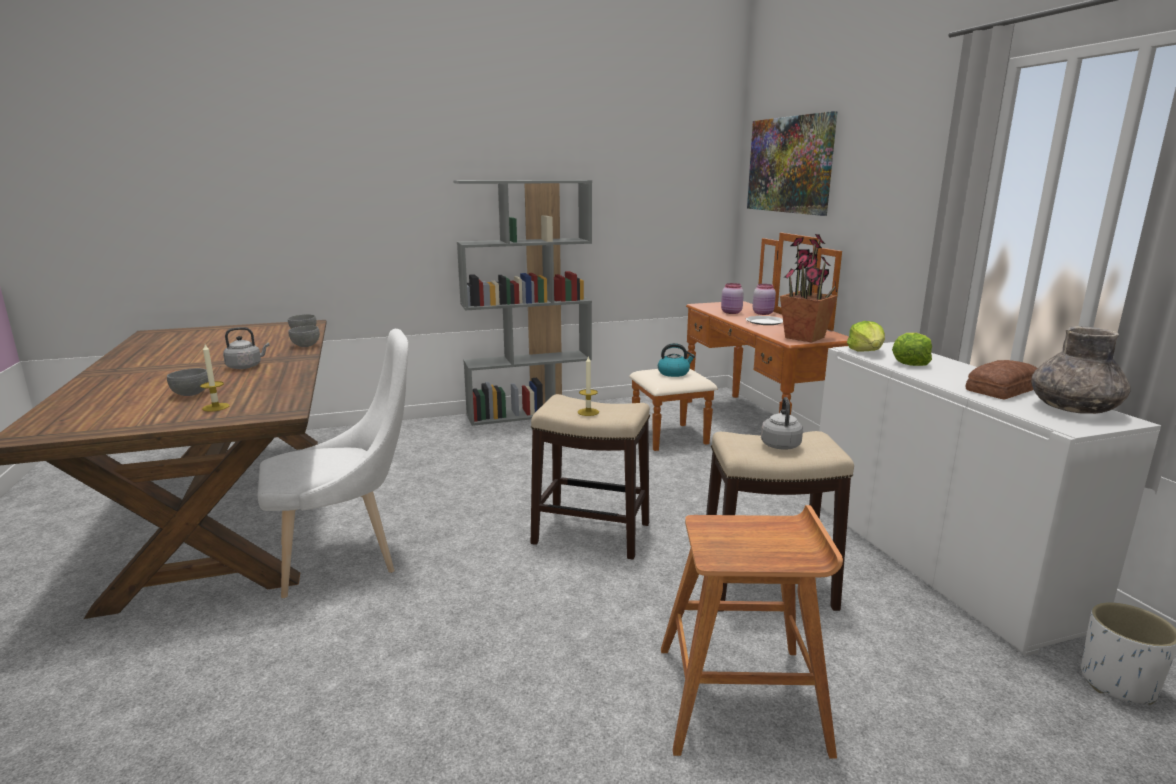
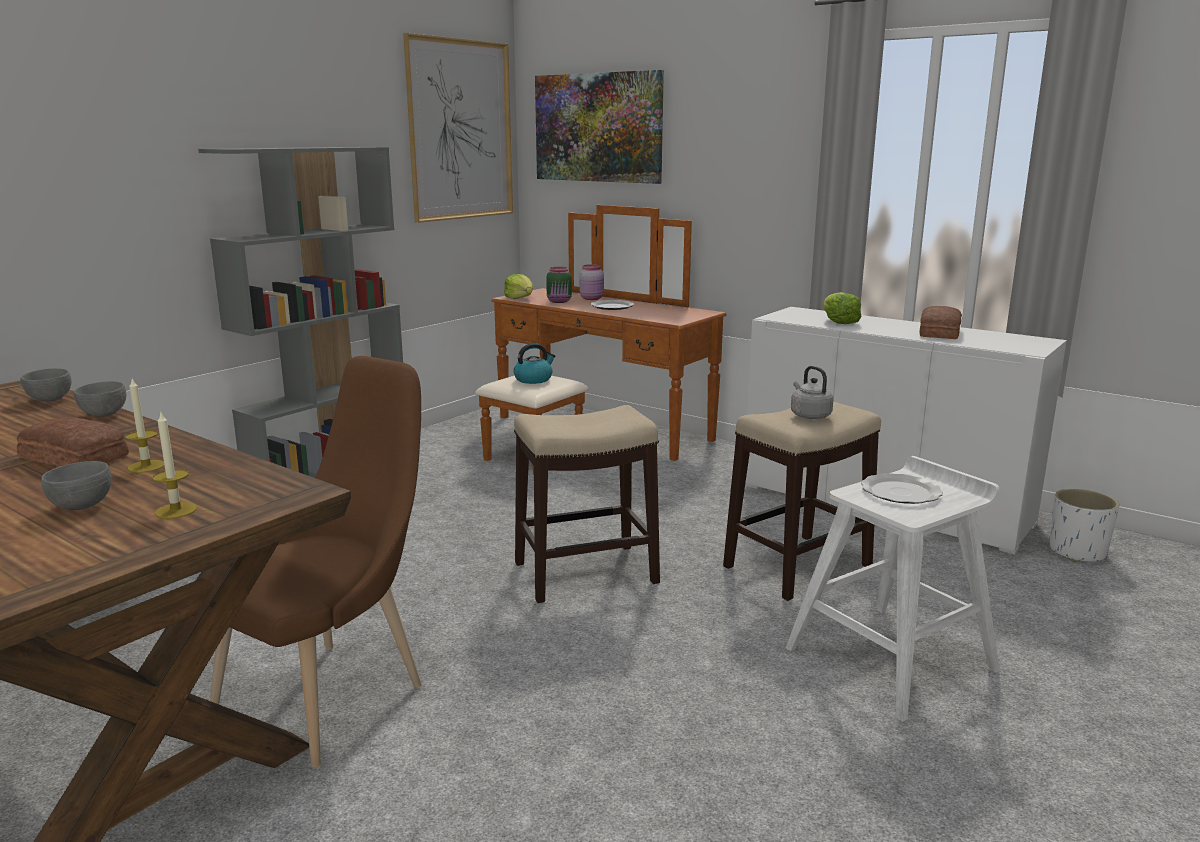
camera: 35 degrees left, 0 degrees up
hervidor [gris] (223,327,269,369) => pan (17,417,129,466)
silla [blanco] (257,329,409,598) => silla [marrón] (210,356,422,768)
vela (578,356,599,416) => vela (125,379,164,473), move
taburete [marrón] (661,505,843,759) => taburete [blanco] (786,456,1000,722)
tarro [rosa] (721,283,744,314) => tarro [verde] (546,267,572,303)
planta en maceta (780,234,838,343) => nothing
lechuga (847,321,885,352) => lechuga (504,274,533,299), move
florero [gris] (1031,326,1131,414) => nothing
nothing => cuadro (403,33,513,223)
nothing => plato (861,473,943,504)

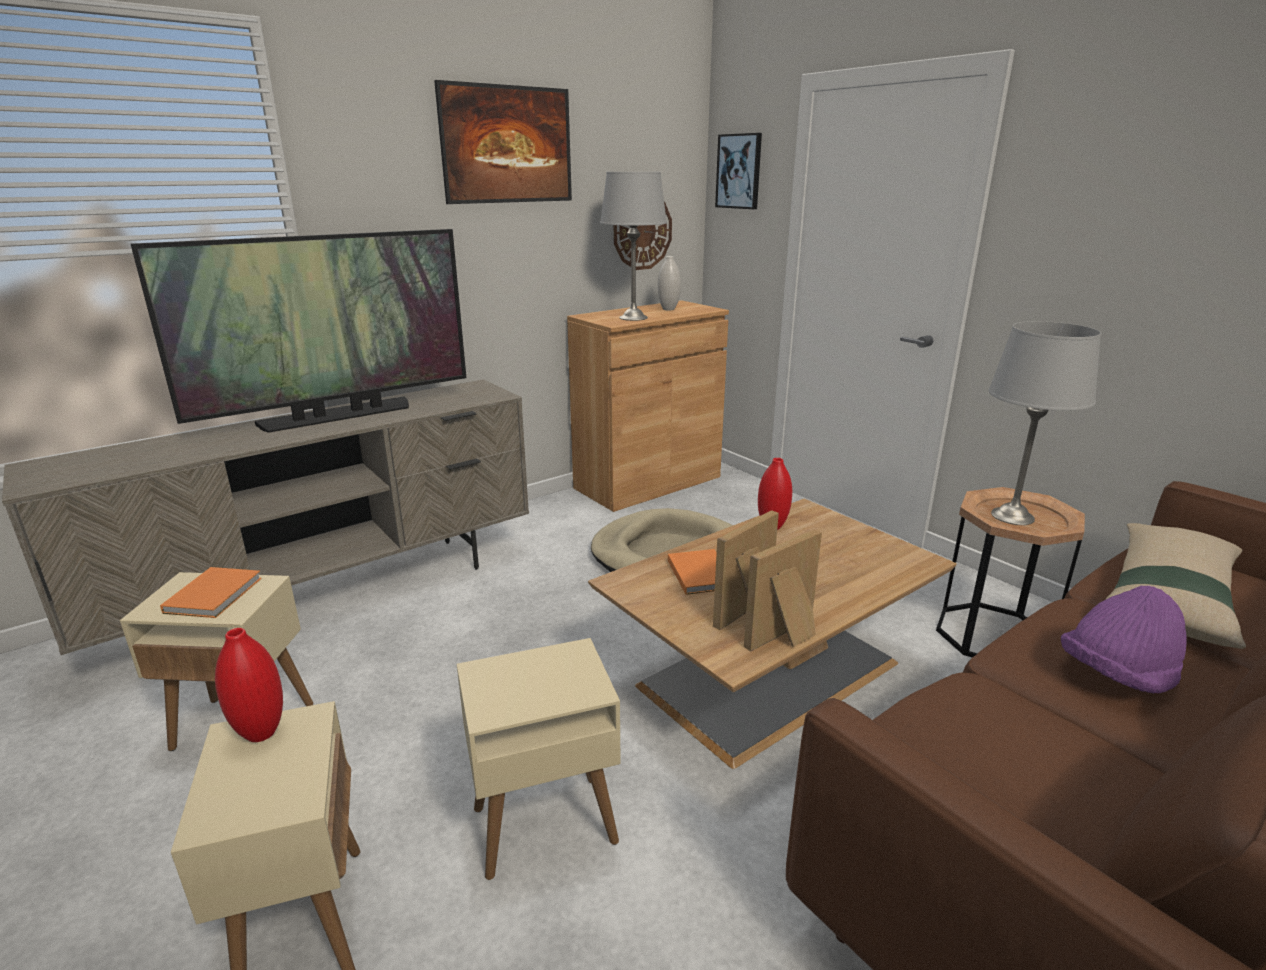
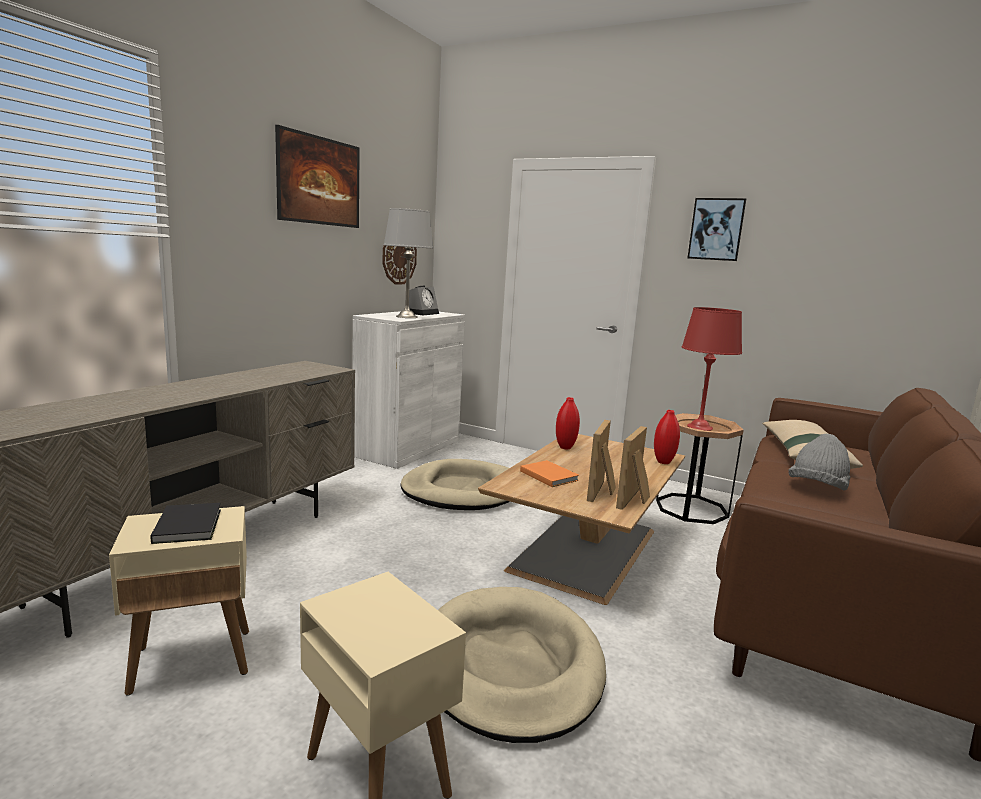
camera: 25 degrees left, 10 degrees down
televisor (131,229,466,433) => nothing
libro [naranja] (160,567,262,618) => libro [negro] (150,503,221,544)
florero [rojo] (215,628,283,742) => florero [rojo] (654,410,680,464), move
mesa auxiliar [beis] (457,638,621,880) => cama para perro [beis] (438,587,606,743)
armario [marrón] (567,300,729,512) => armario [blanco] (352,311,465,469)
florero [blanco] (658,256,681,310) => despertador (409,286,439,316)
cuadro (715,133,762,209) => cuadro (688,198,746,261), move
lámpara de mesa [gris] (988,321,1101,525) => lámpara de mesa [rojo] (682,307,742,431)
sombrero [morado] (1061,586,1187,693) => sombrero [gris] (789,434,850,490)

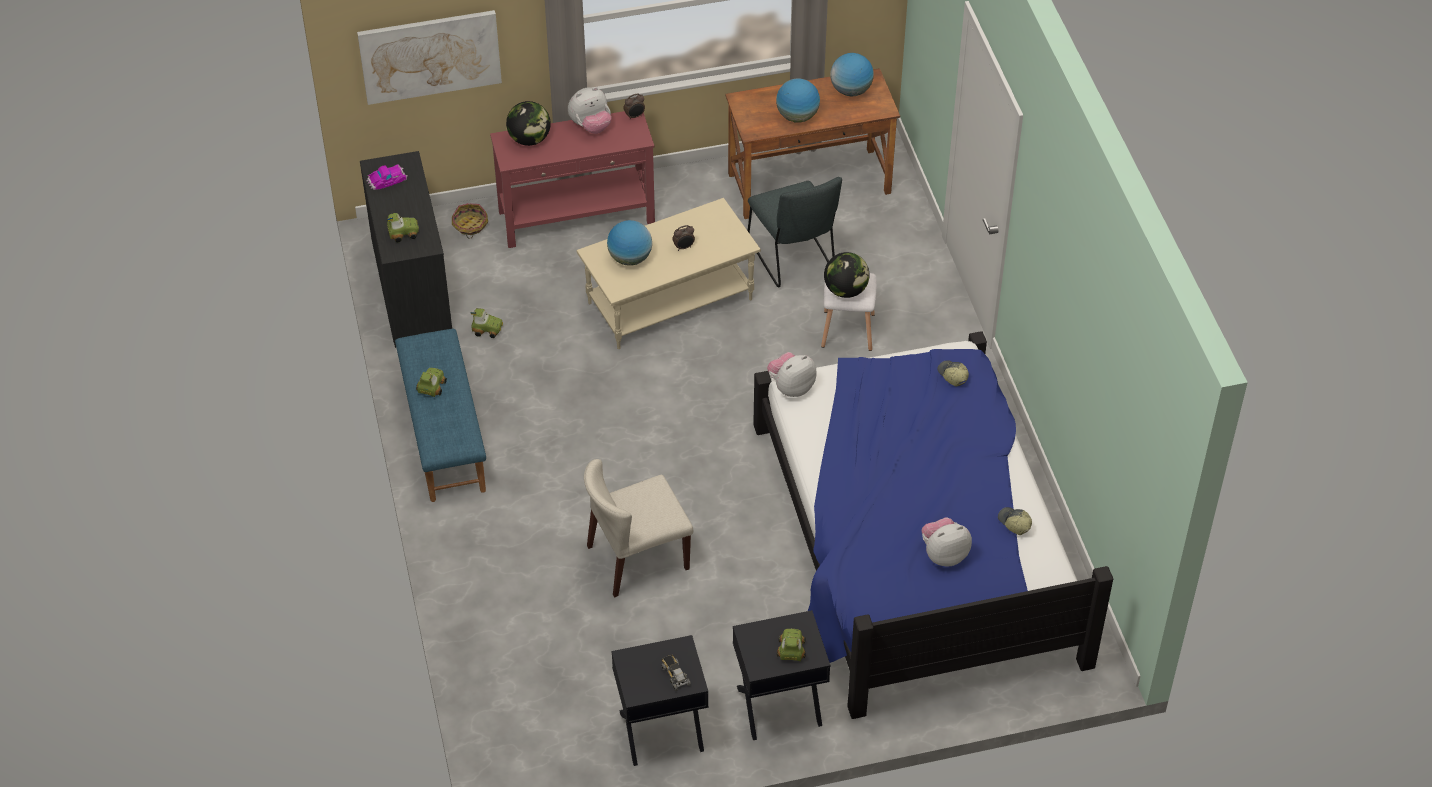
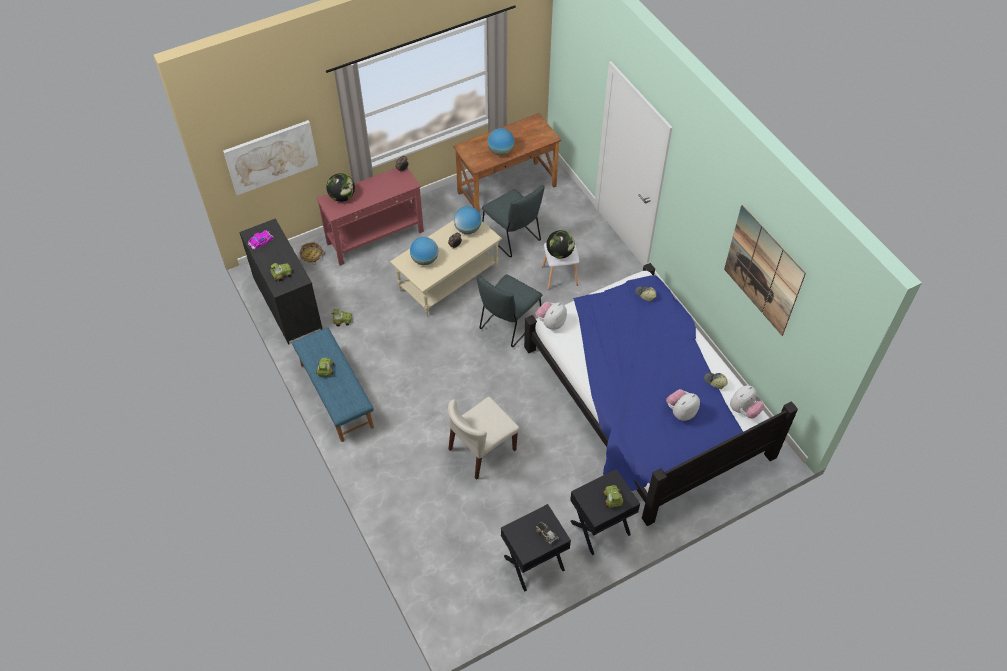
camera: 15 degrees left, 5 degrees up
peluche (568,87,611,134) => peluche (730,385,764,418), move
globo terráqueo (830,53,874,97) => globo terráqueo (454,206,482,234), move
nothing => silla [gris] (477,274,542,347)
nothing => cuadro (724,205,806,336)

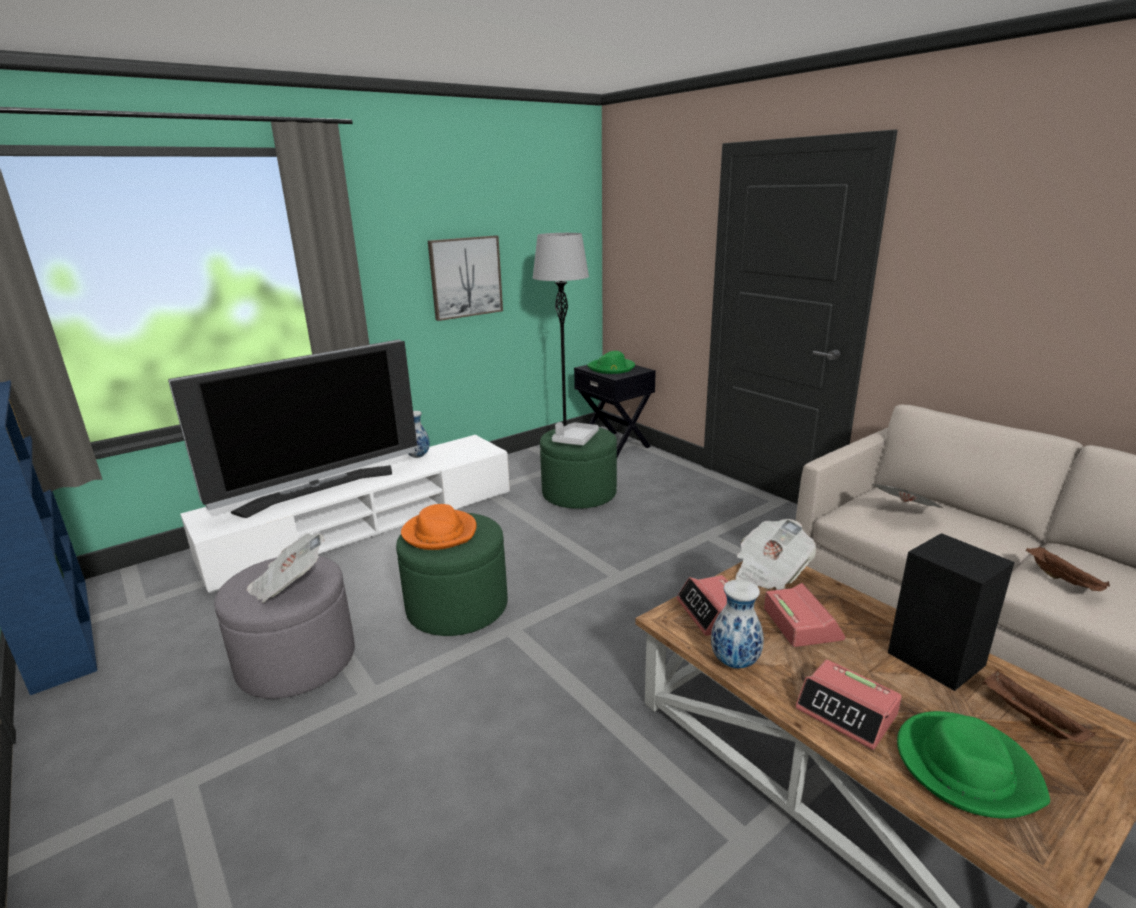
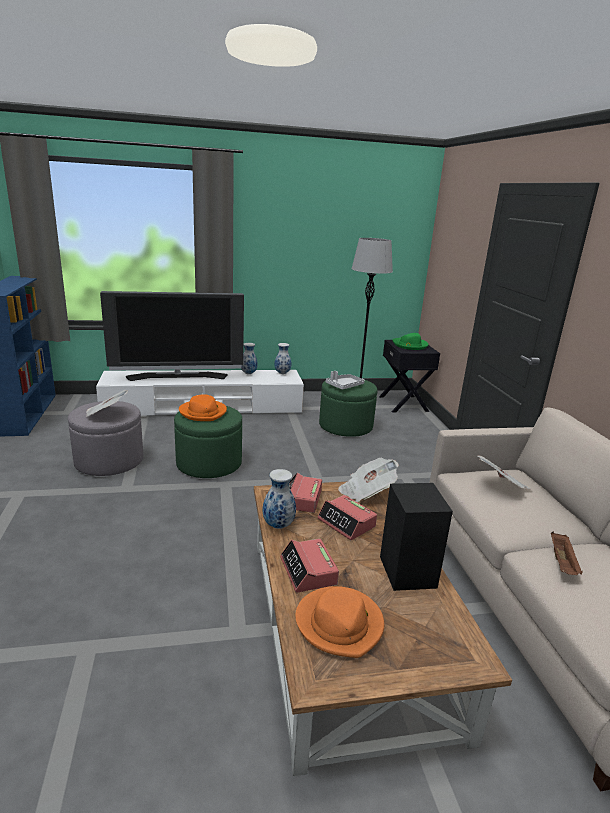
camera: 25 degrees right, 0 degrees up
cuadro (428,235,503,321) => nothing
despertador (764,583,845,647) => despertador (317,495,377,540), 120 degrees clockwise
sombrero [verde] (897,711,1050,819) => sombrero [naranja] (295,586,384,658)
bandeja [marrón] (982,670,1095,743) => nothing
nothing => florero (274,343,291,374)

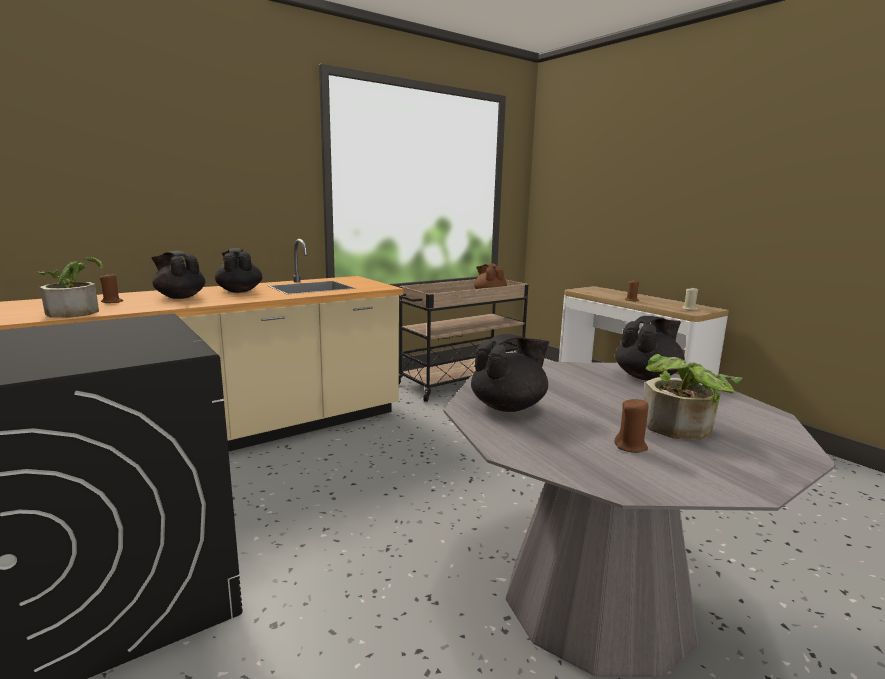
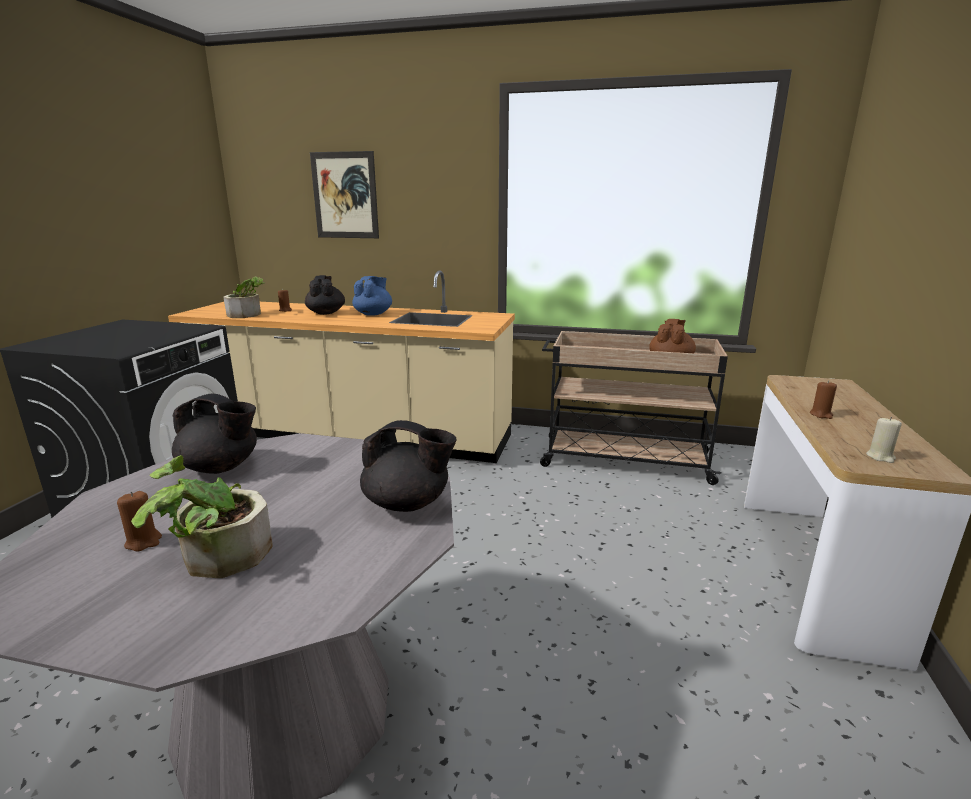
camera: 50 degrees right, 5 degrees up
tetera [negro] (215,248,262,293) => tetera [azul] (352,276,392,316)
nothing => cuadro (310,151,379,238)

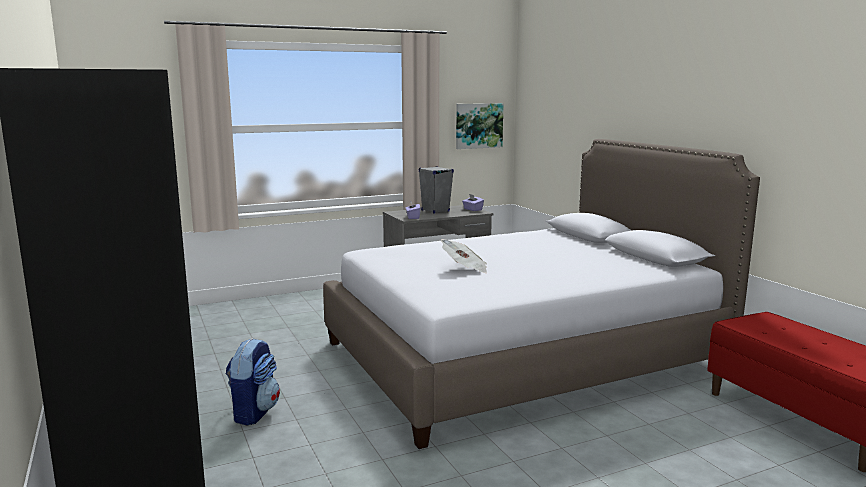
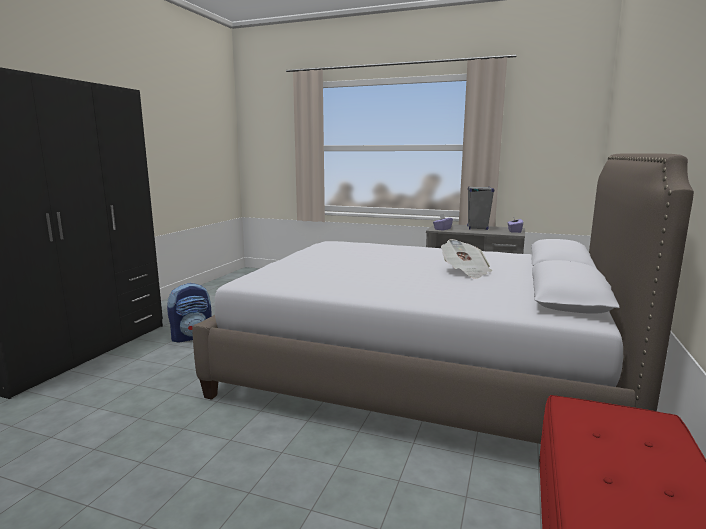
camera: 45 degrees right, 0 degrees up
periódico (441,239,487,273) => periódico (441,239,492,279), move
cuadro (456,103,504,149) => nothing

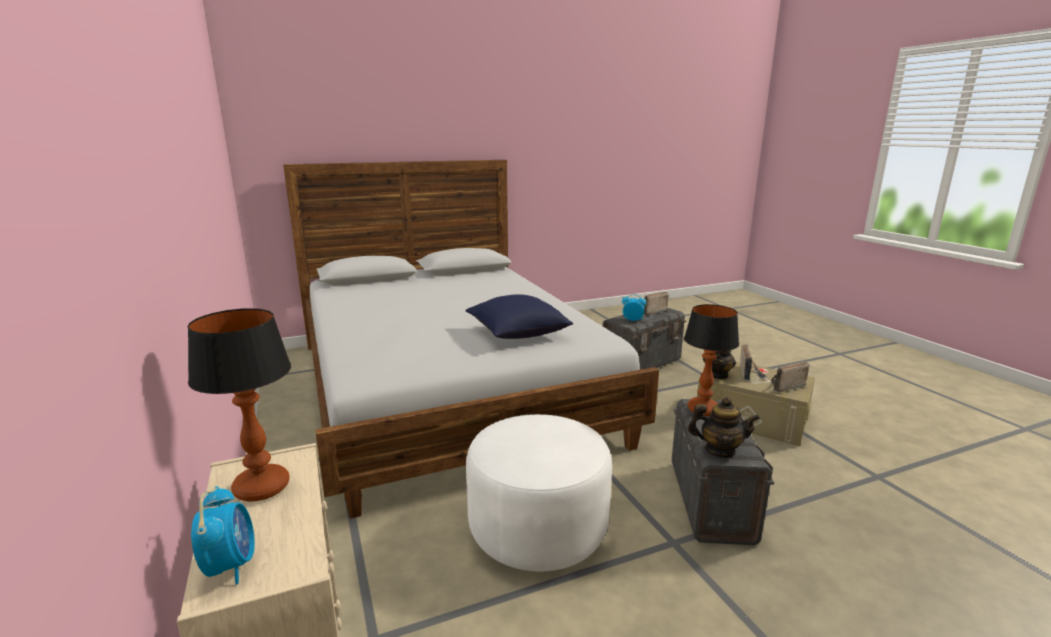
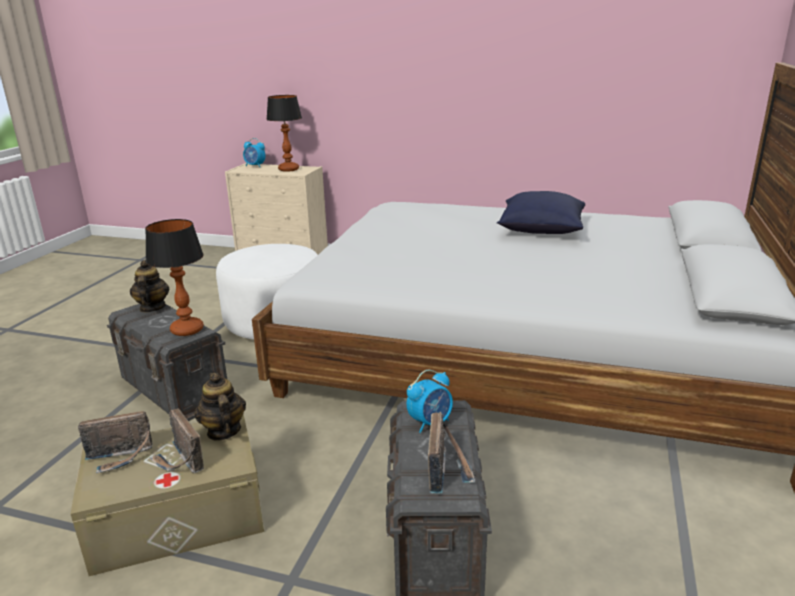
camera: 130 degrees right, 5 degrees up
cojín [azul] (466,294,573,339) => cojín [azul] (497,191,585,234), move
tetera (688,397,760,458) => tetera (130,260,169,312), 120 degrees clockwise
radio (771,361,810,392) => radio (78,411,153,473), 60 degrees clockwise

